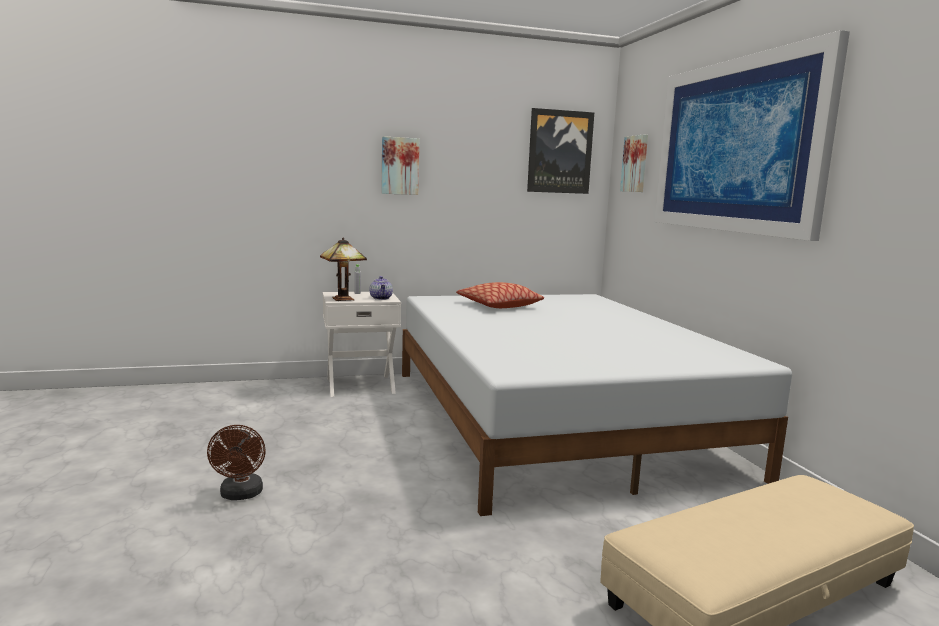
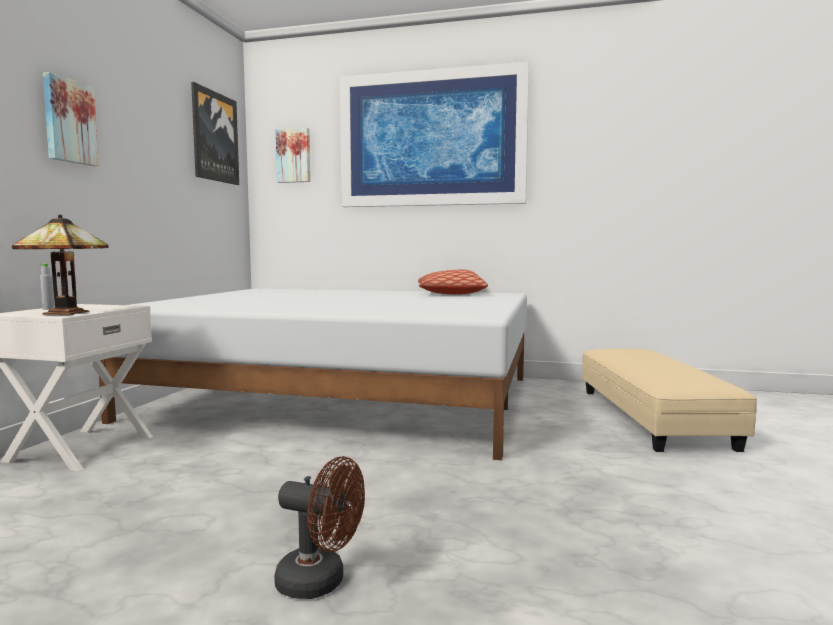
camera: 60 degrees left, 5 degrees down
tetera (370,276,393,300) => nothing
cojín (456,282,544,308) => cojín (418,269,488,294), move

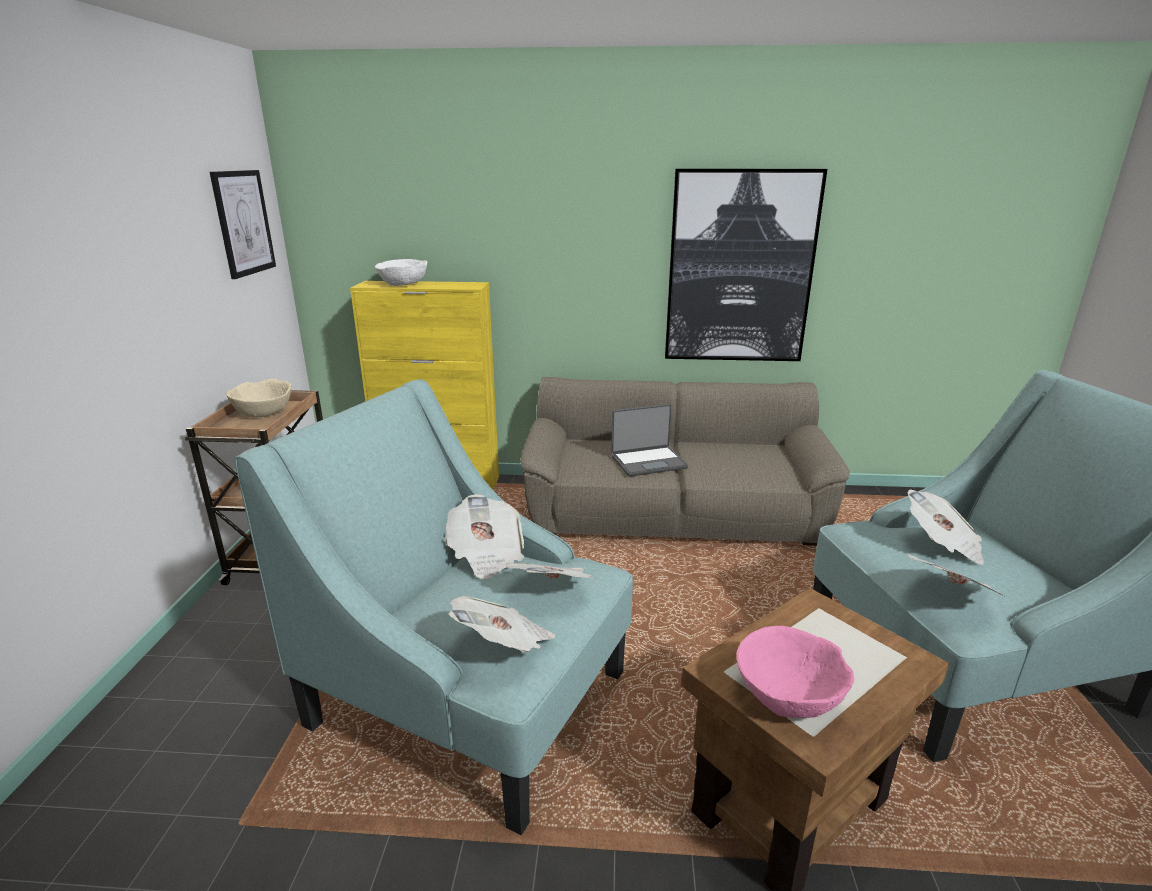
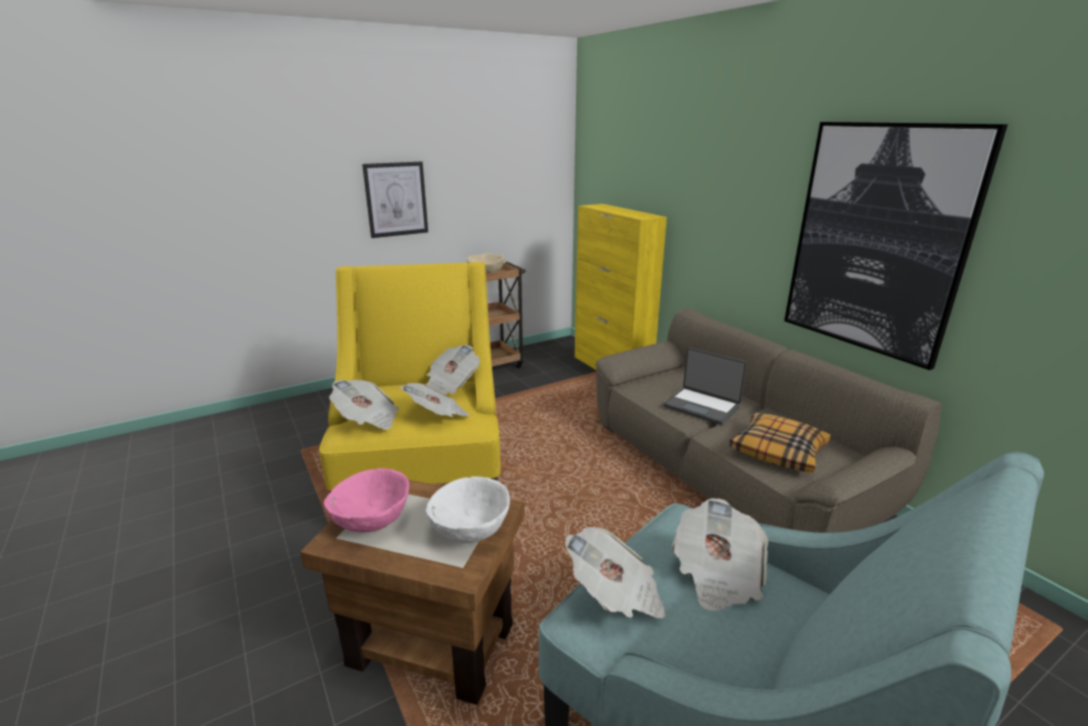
camera: 55 degrees right, 0 degrees up
cuadro (210,170,276,279) => cuadro (362,162,428,238), move
sillón [turquesa] (235,379,633,835) => sillón [amarillo] (319,262,501,493)
cuenco [blanco] (375,259,427,286) => cuenco [blanco] (425,476,510,543), move
nothing => cojín (729,412,831,473)

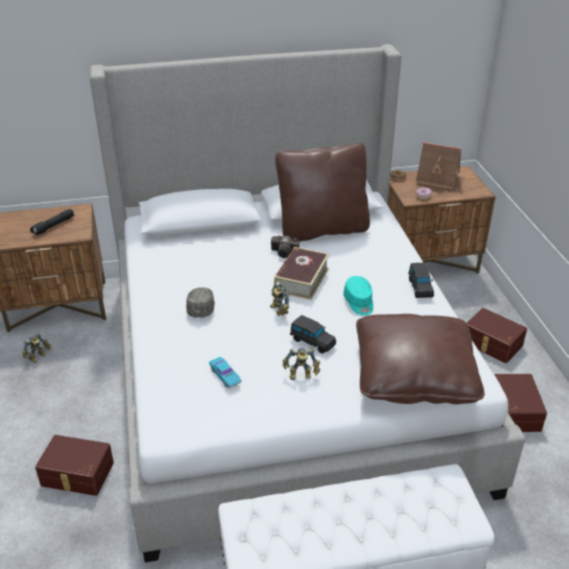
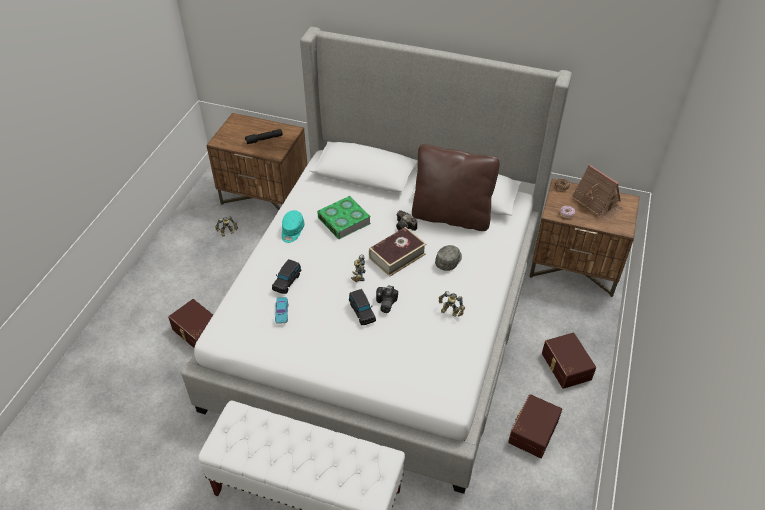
camera: 30 degrees right, 10 degrees up
gorra [gris] (186,287,215,318) => gorra [gris] (435,245,462,271), move
robot de juguete (283,349,320,380) => robot de juguete (439,291,465,317), move
gorra [turquesa] (343,276,373,316) => gorra [turquesa] (282,210,305,243), move
cojín [marrón] (356,314,484,404) => nothing
coche de juguete [negro] (408,263,434,298) => coche de juguete [negro] (272,259,302,294), move
nothing => libro (317,196,371,239)
nothing => cámara (376,285,398,313)

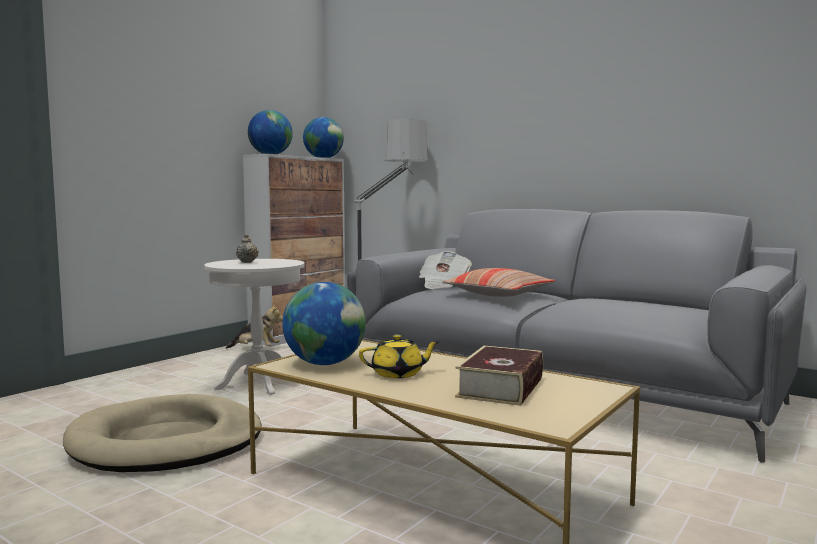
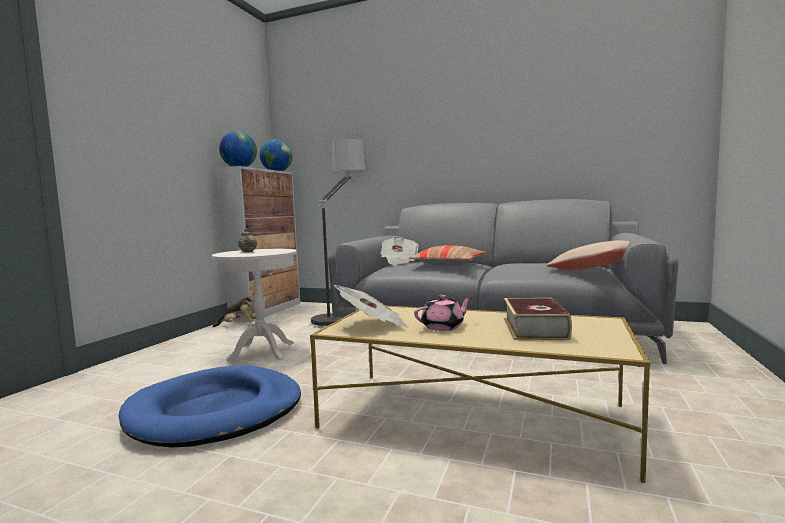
camera: 15 degrees left, 0 degrees up
cama para perro [beis] (63,394,261,472) => cama para perro [azul] (119,366,301,447)
globo terráqueo (282,282,366,365) => periódico (333,285,409,327)
tetera [amarillo] (359,334,440,378) => tetera [rosa] (414,295,471,331)
nothing => cojín [beis] (546,240,629,270)

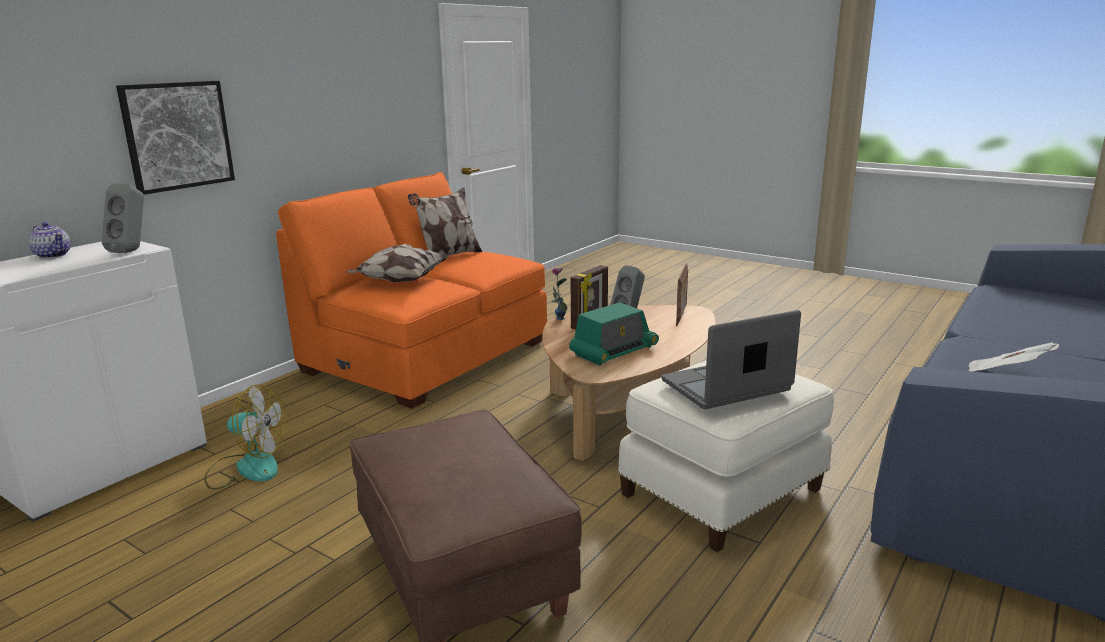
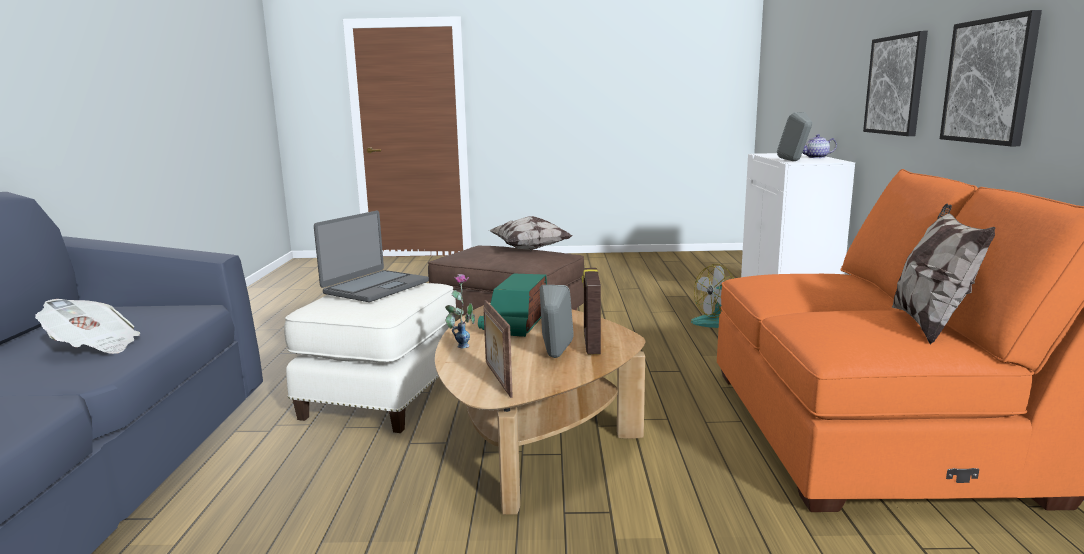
camera: 145 degrees right, 5 degrees down
cojín (346,244,449,282) => cojín (489,216,572,251), move
florero (551,268,567,320) => florero (445,274,475,349), move
nothing => cuadro (940,10,1042,146)

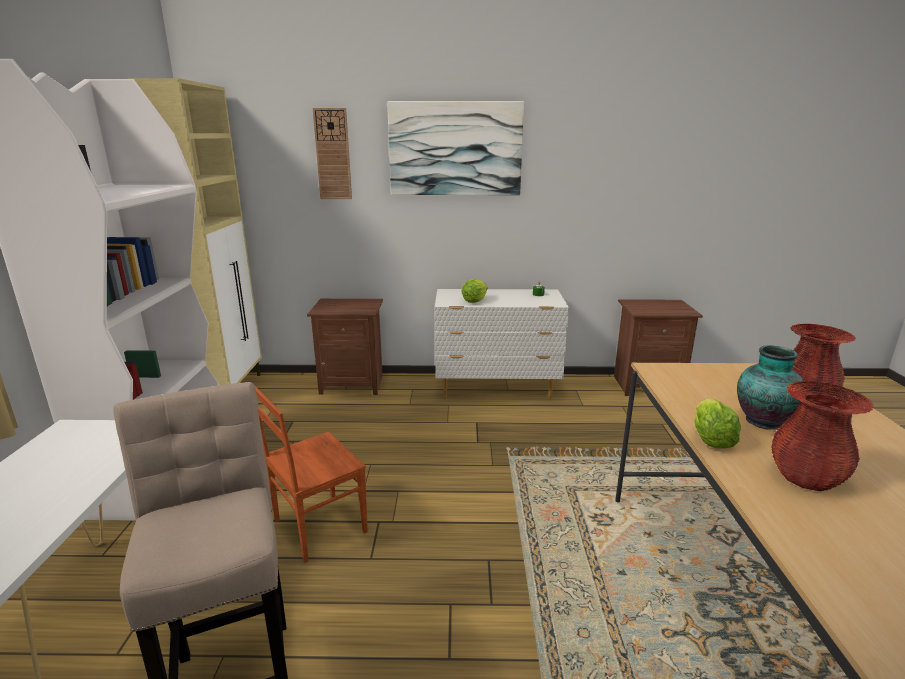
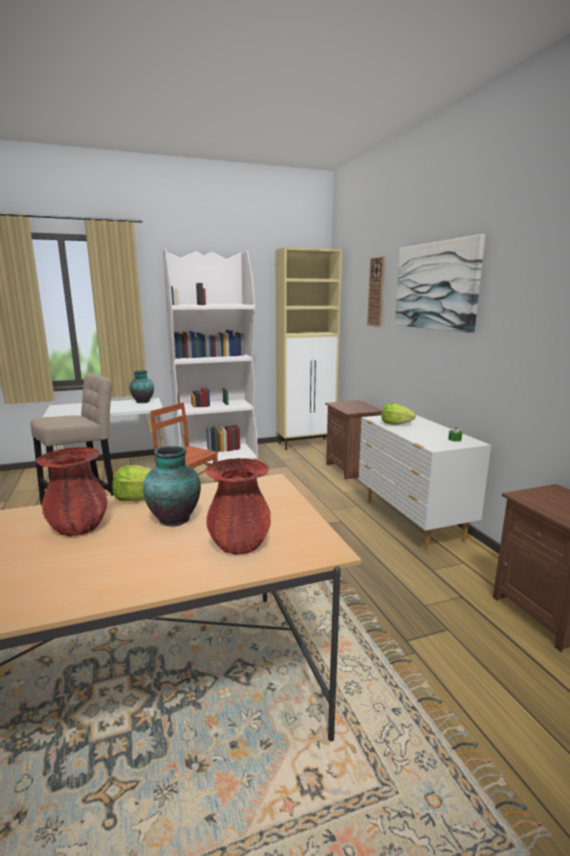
camera: 70 degrees right, 5 degrees down
nothing => florero (129,370,154,403)

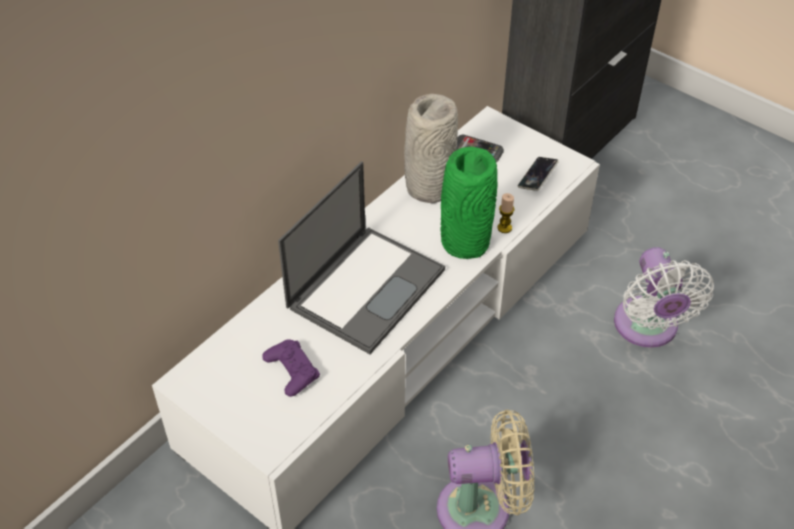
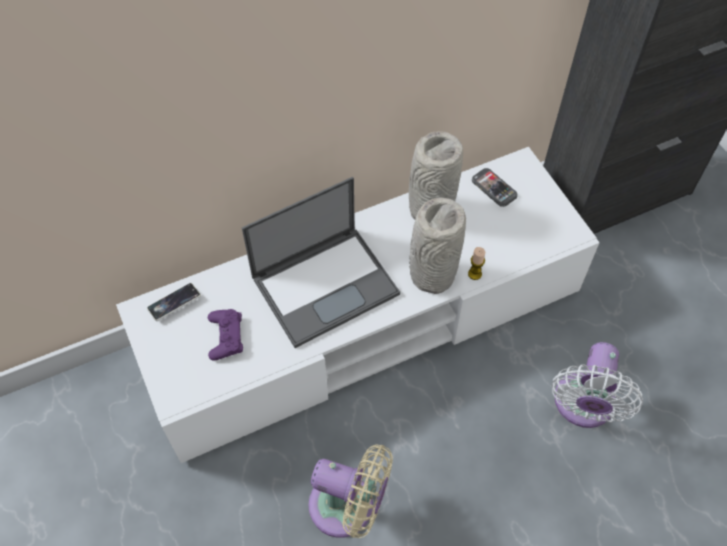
camera: 25 degrees right, 10 degrees up
florero [verde] (441,146,497,259) => florero [gris] (409,198,466,294)
móvil (518,157,559,191) => móvil (147,283,201,321), move

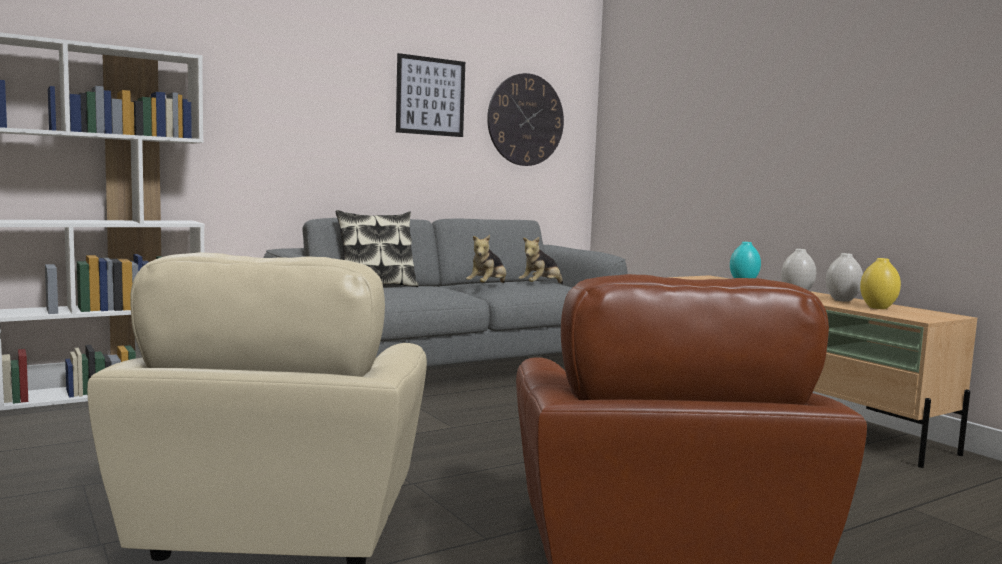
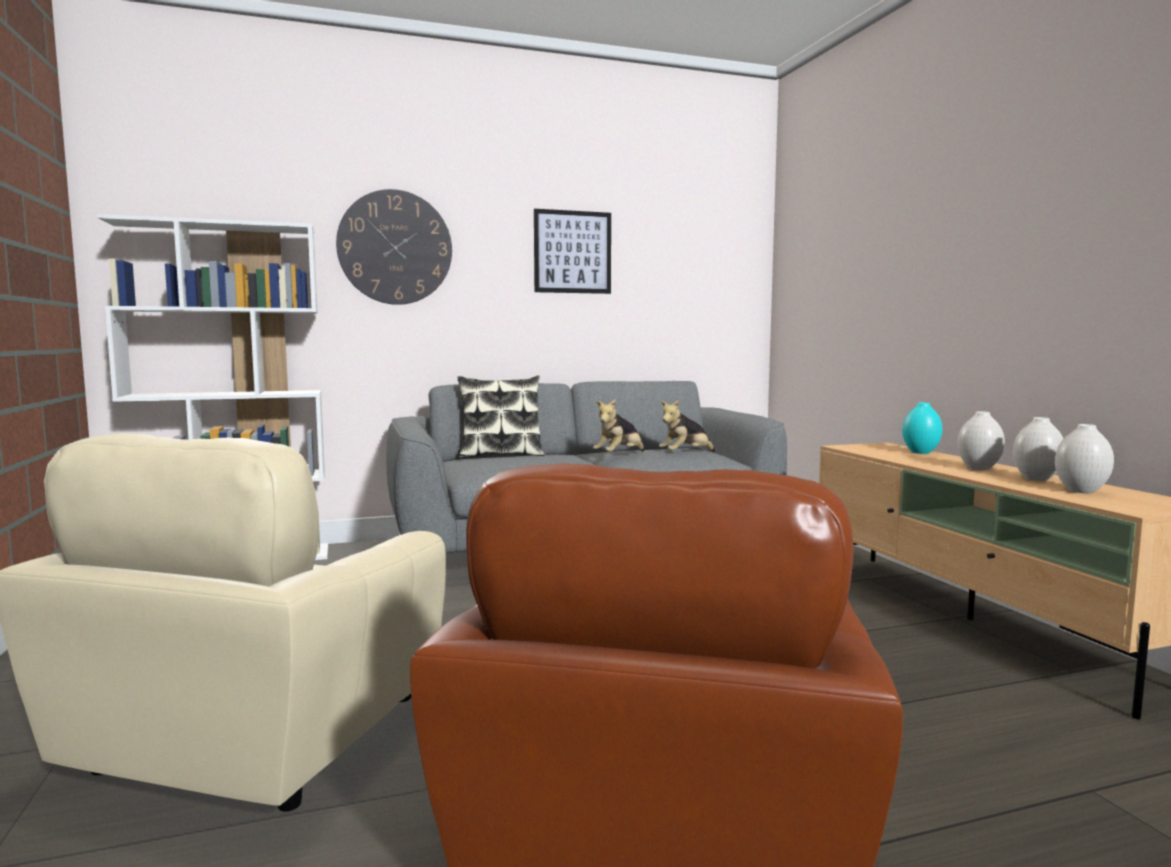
camera: 15 degrees right, 0 degrees up
reloj de pared (487,73,564,166) => reloj de pared (336,189,452,305), move
florero [amarillo] (860,258,901,309) => florero [blanco] (1055,424,1114,493)

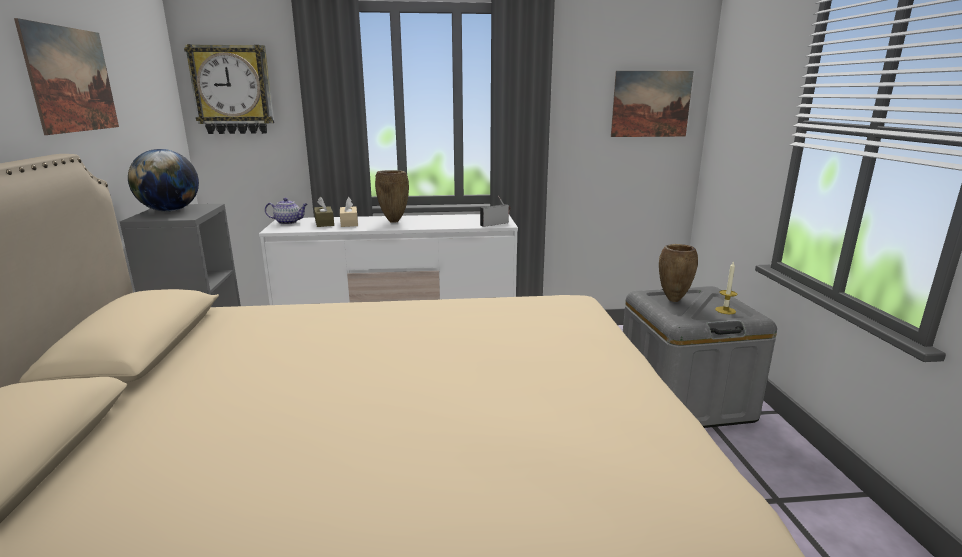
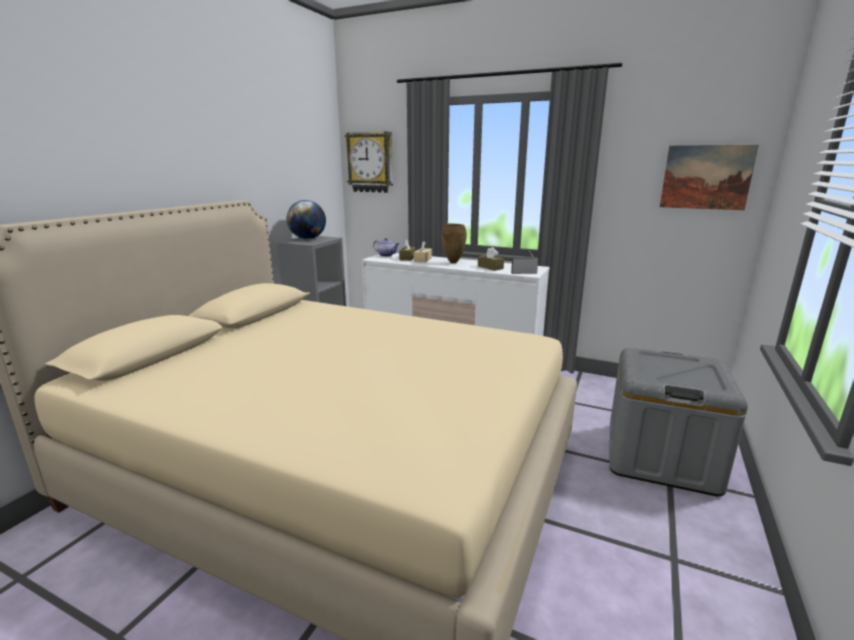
camera: 30 degrees right, 0 degrees up
cuadro (14,18,119,135) => nothing
florero [marrón] (659,244,698,302) => nothing
vela (715,261,737,314) => nothing
nothing => caja de pañuelos [marrón] (478,247,504,271)

